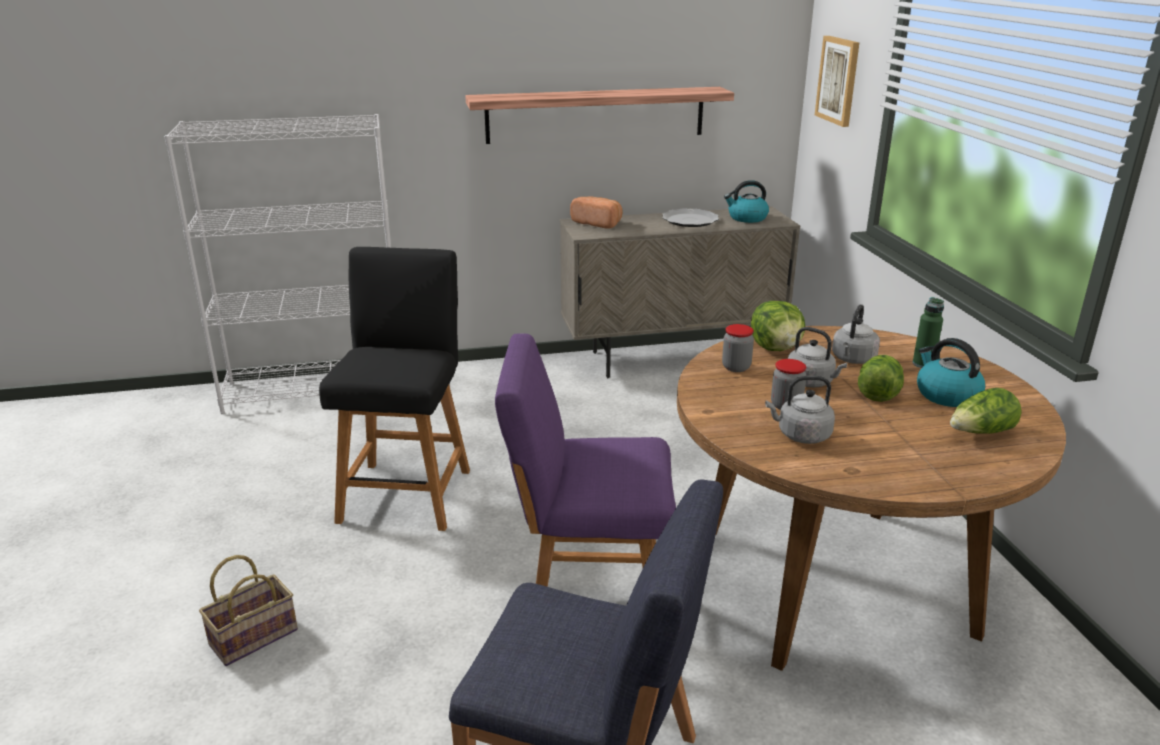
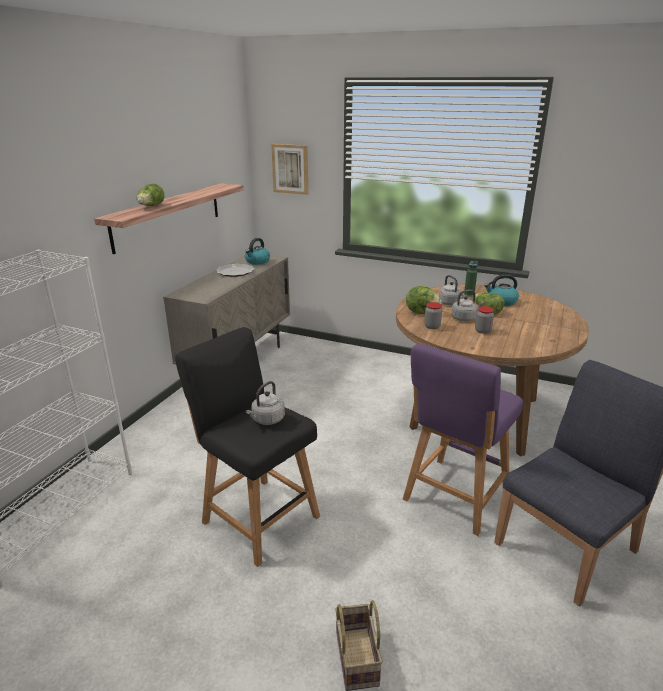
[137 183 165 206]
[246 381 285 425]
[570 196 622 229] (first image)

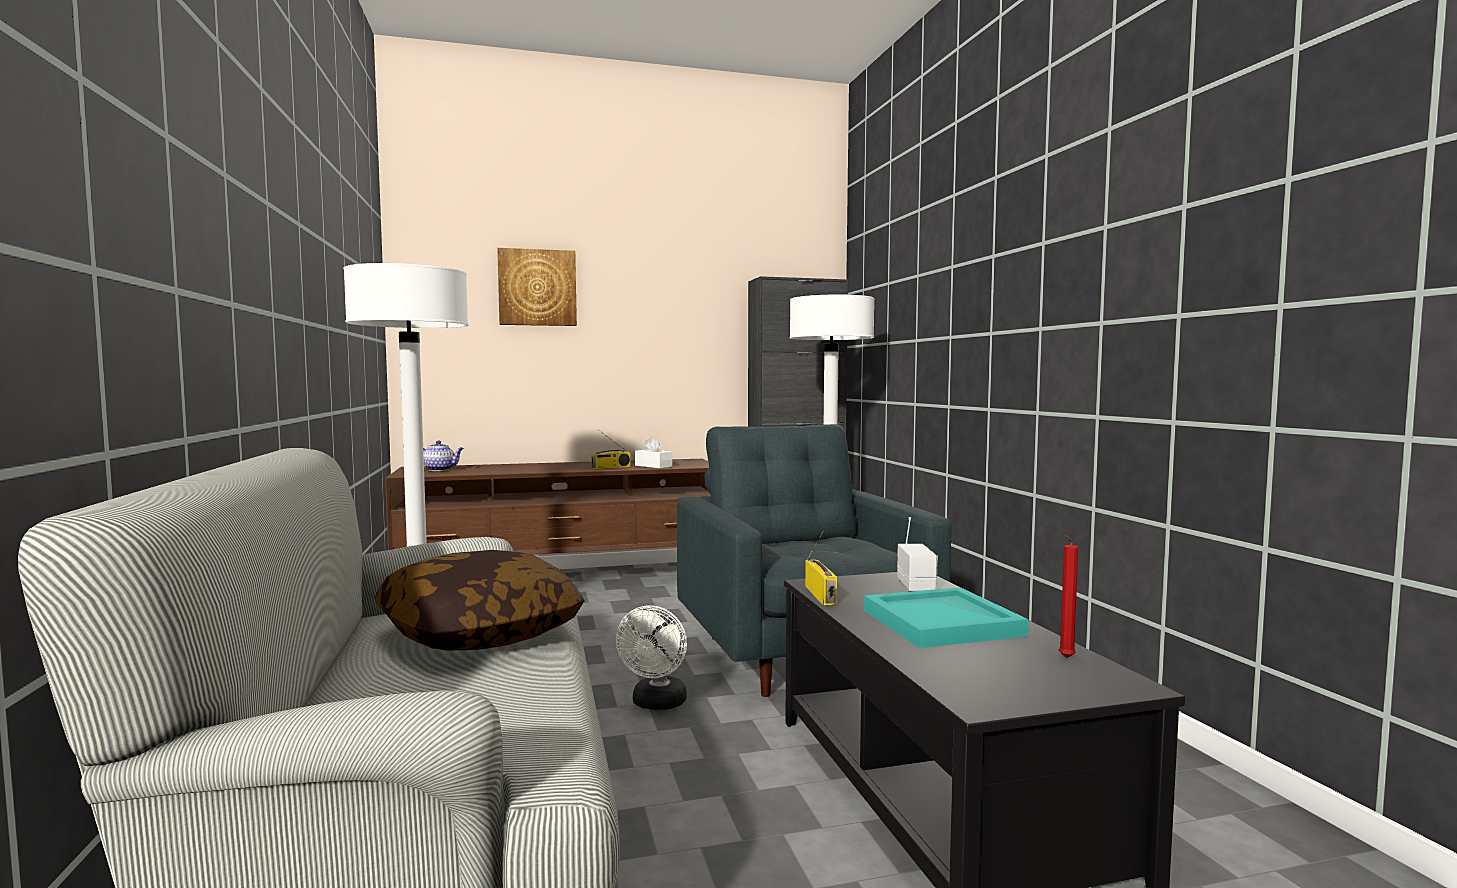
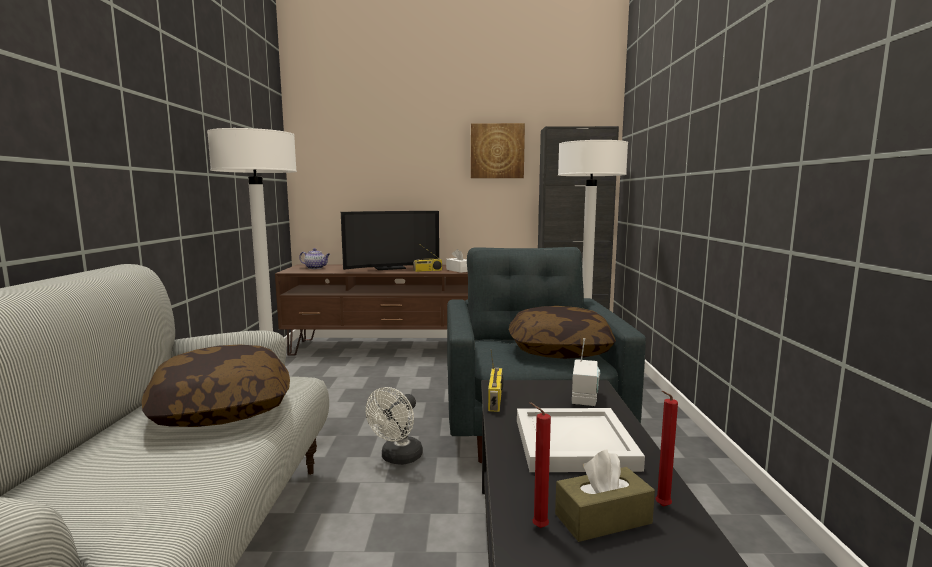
[341 211 439 270]
[471 123 525 178]
[509 306 616 359]
[517 408 645 472]
[530 402 551 528]
[555 449 655 542]

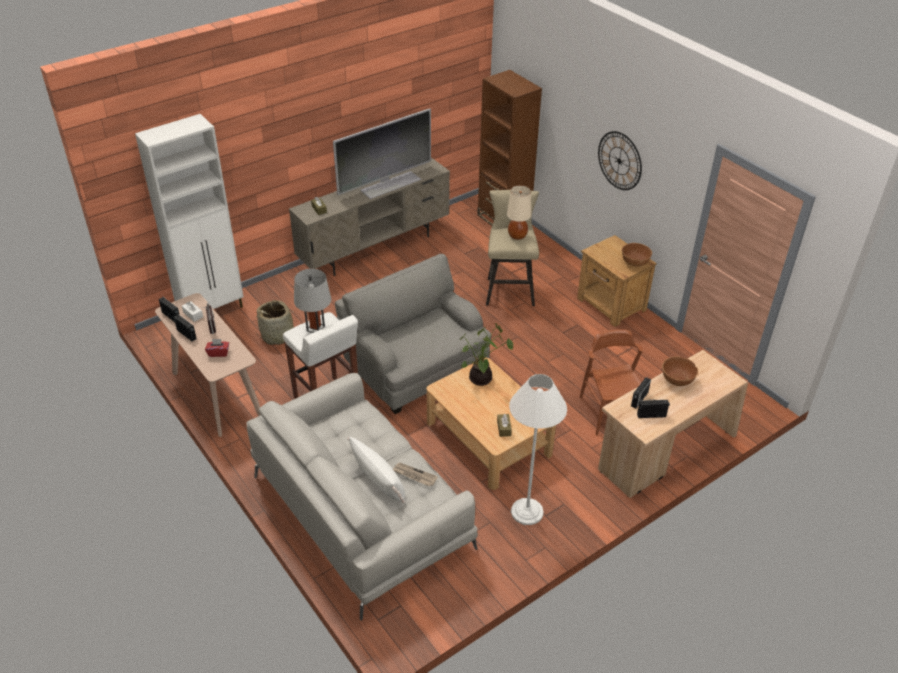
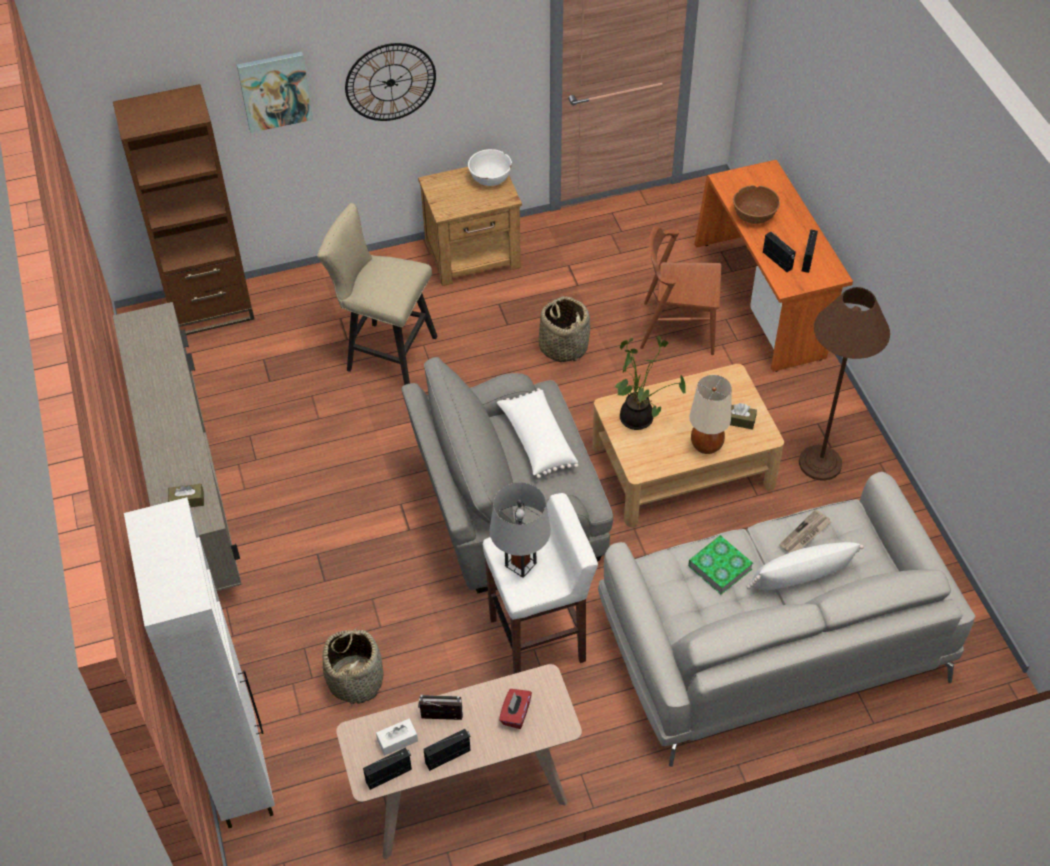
[237 52 313 133]
[468 149 512 186]
[497 388 578 479]
[539 296 590 362]
[688 535 753 595]
[689 375 732 454]
[694 160 853 372]
[799 287 890 481]
[333 108 431 199] (first image)

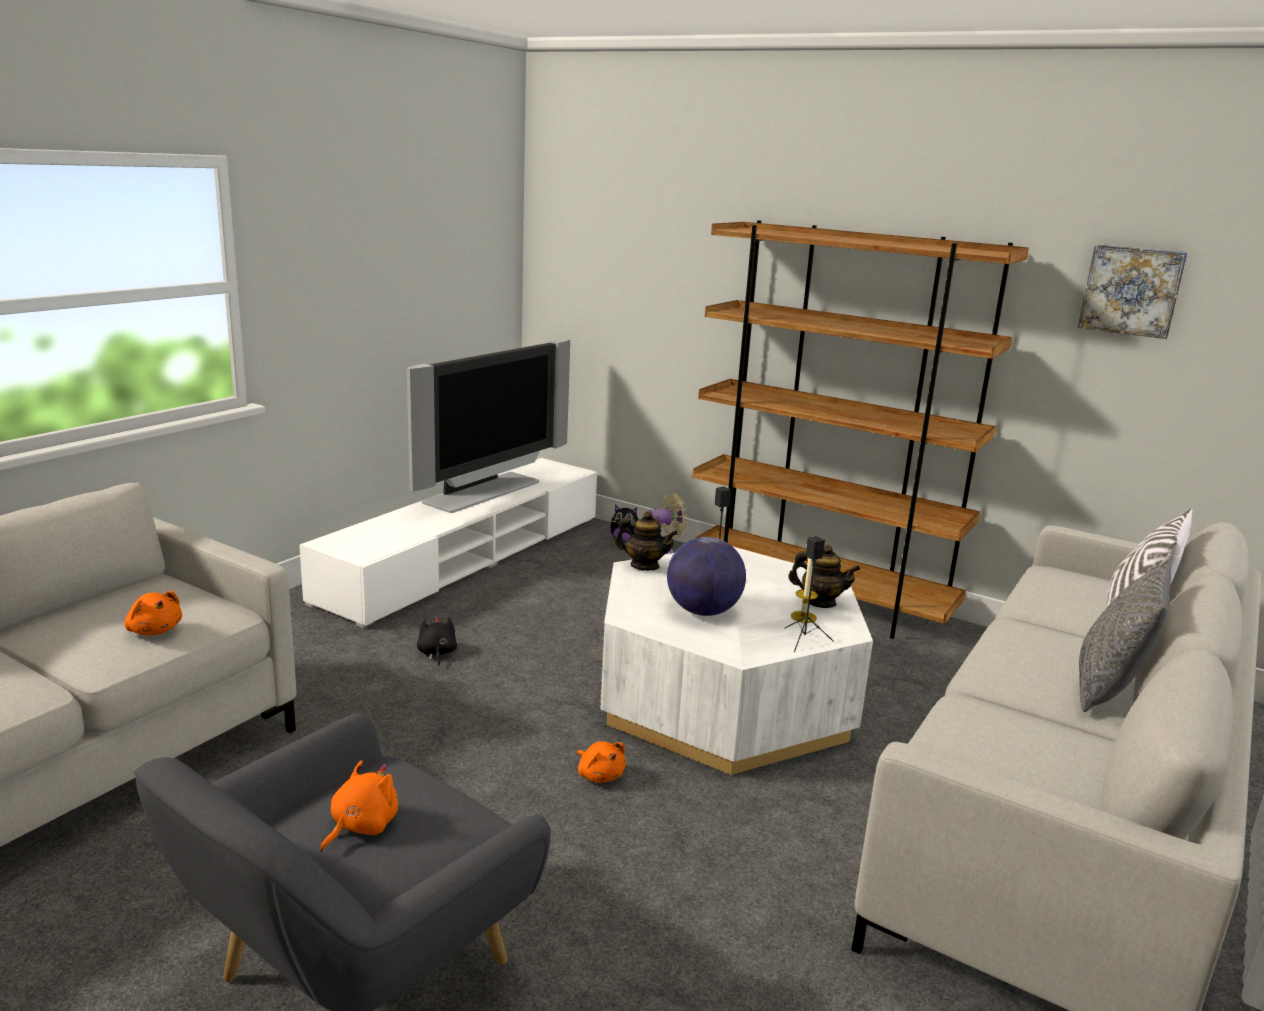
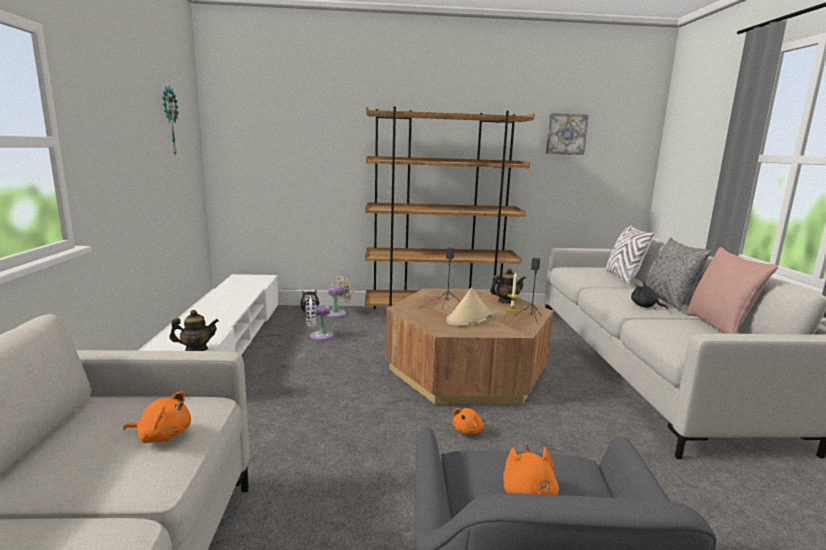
[162 86 179 154]
[169 310 219 351]
[306 295 334 341]
[385 289 554 405]
[446 287 493 327]
[452 408 484 435]
[631 282 668 309]
[686 247 778 334]
[407 339 570 513] (first image)

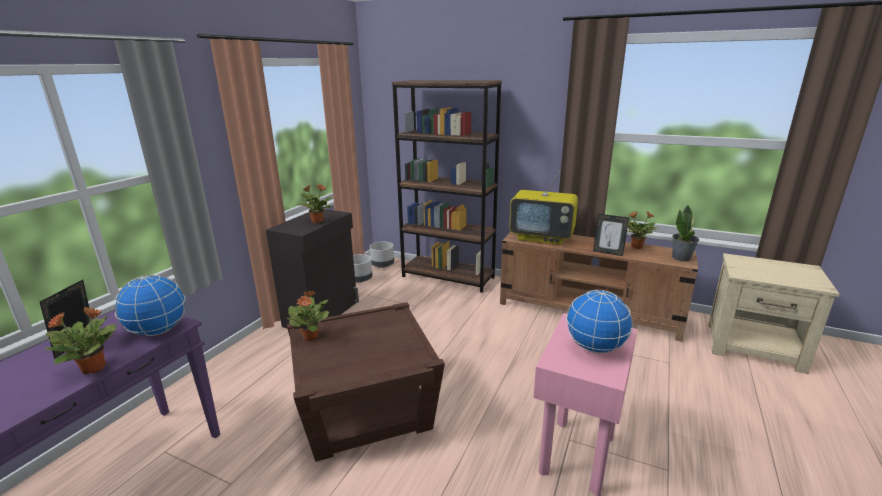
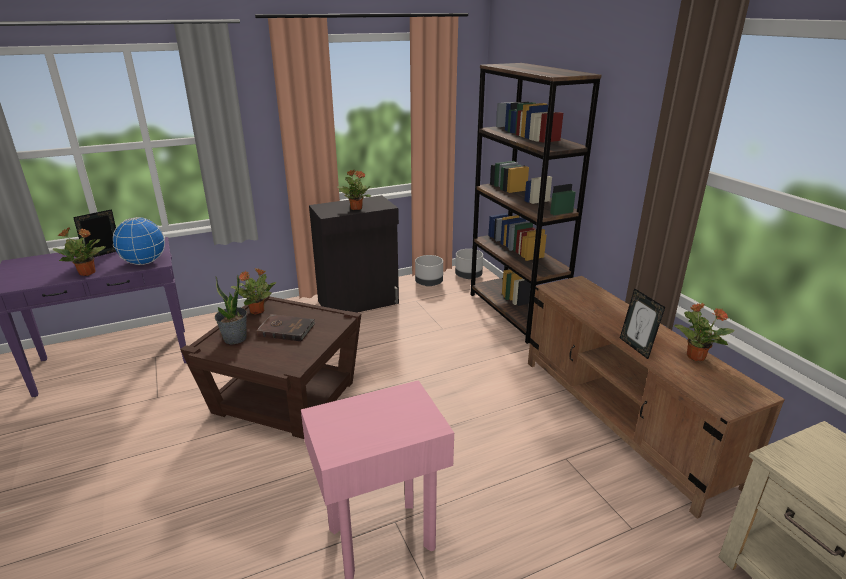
[215 274 247 344]
[256 314 315 342]
[509 167 578 245] (first image)
[566 290 633 353] (first image)

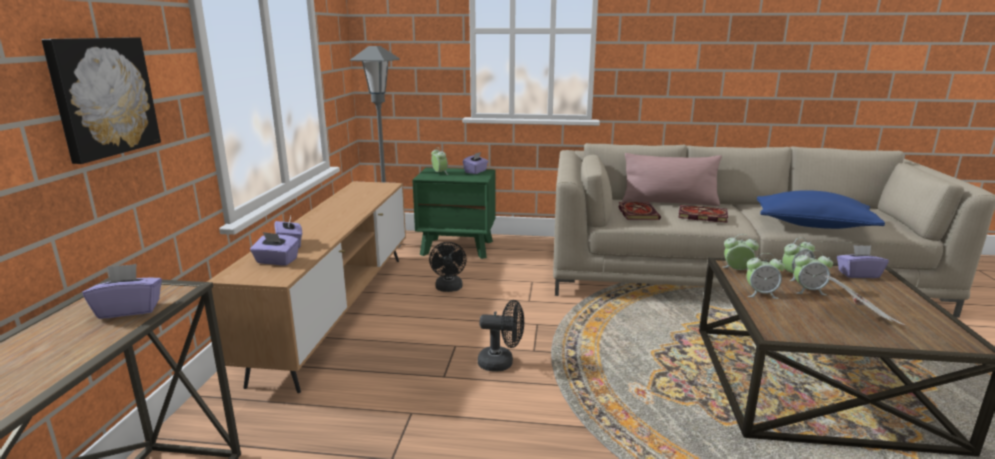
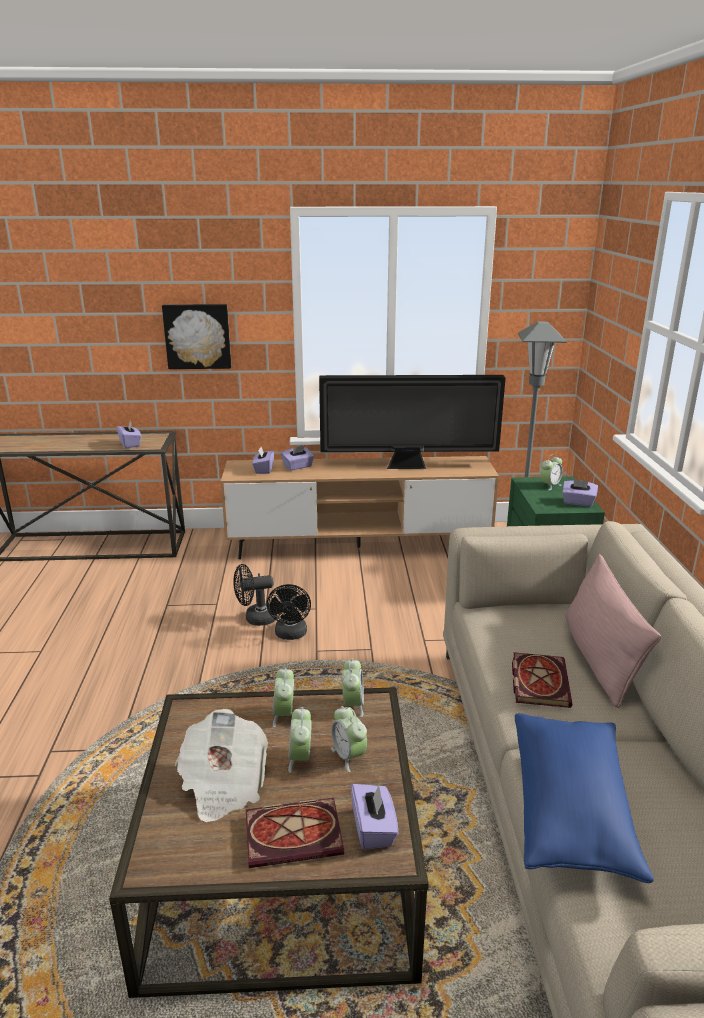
[233 564 276 626]
[246 798 344 868]
[319 375 506 469]

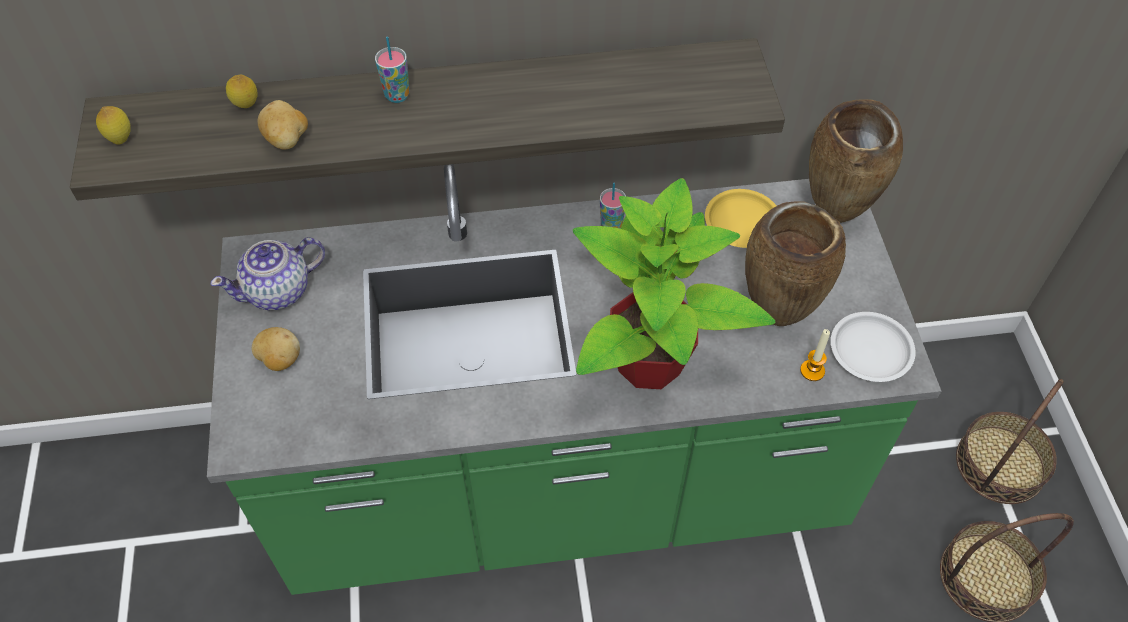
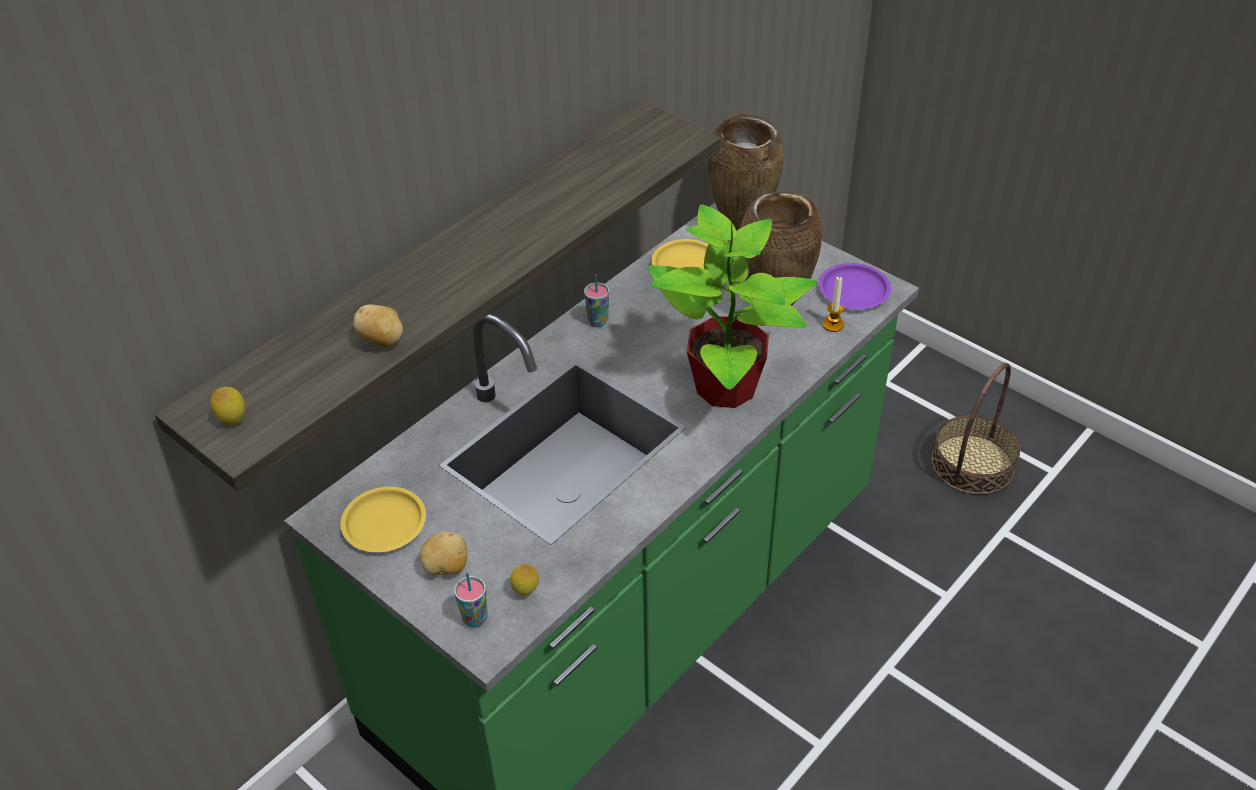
[340 487 426 552]
[454 572 488 628]
[510 564 539 595]
[819 263 891 309]
[956 379 1064 504] (first image)

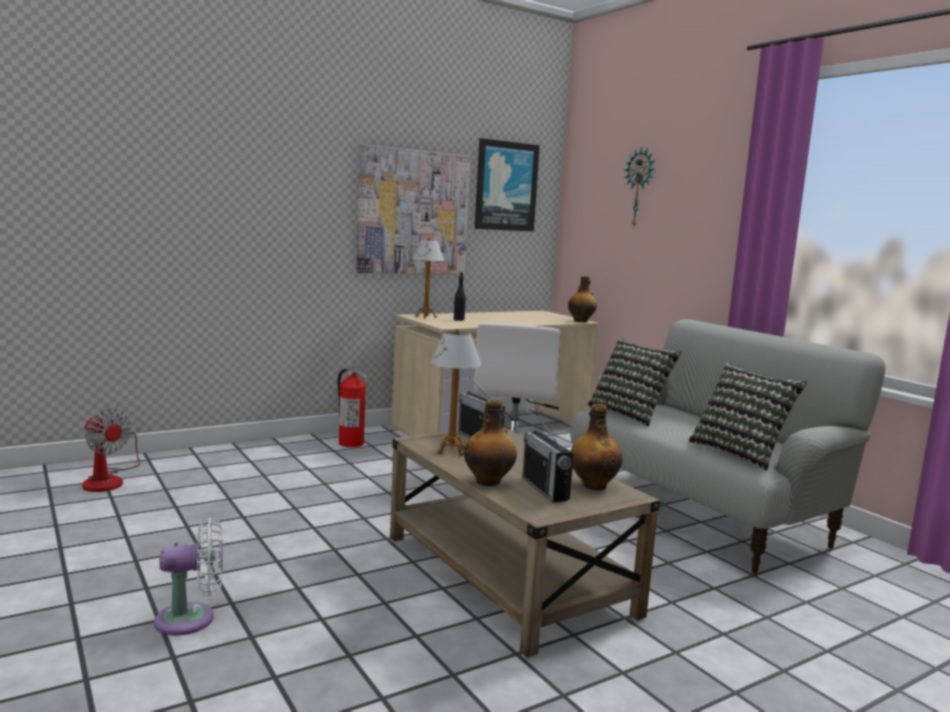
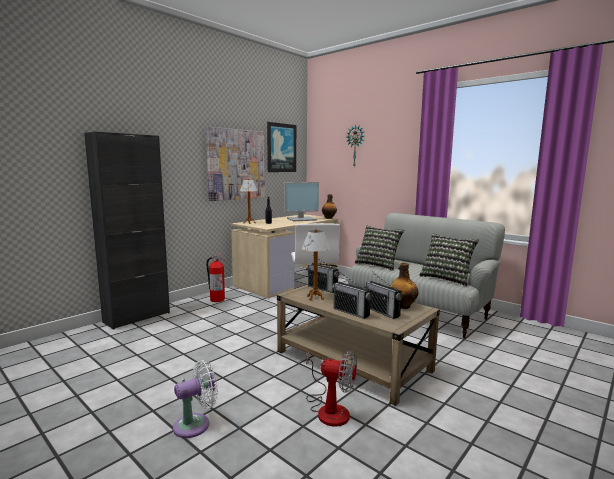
[84 131 170 330]
[284 182 319 222]
[306 350 357 427]
[332 272 372 319]

